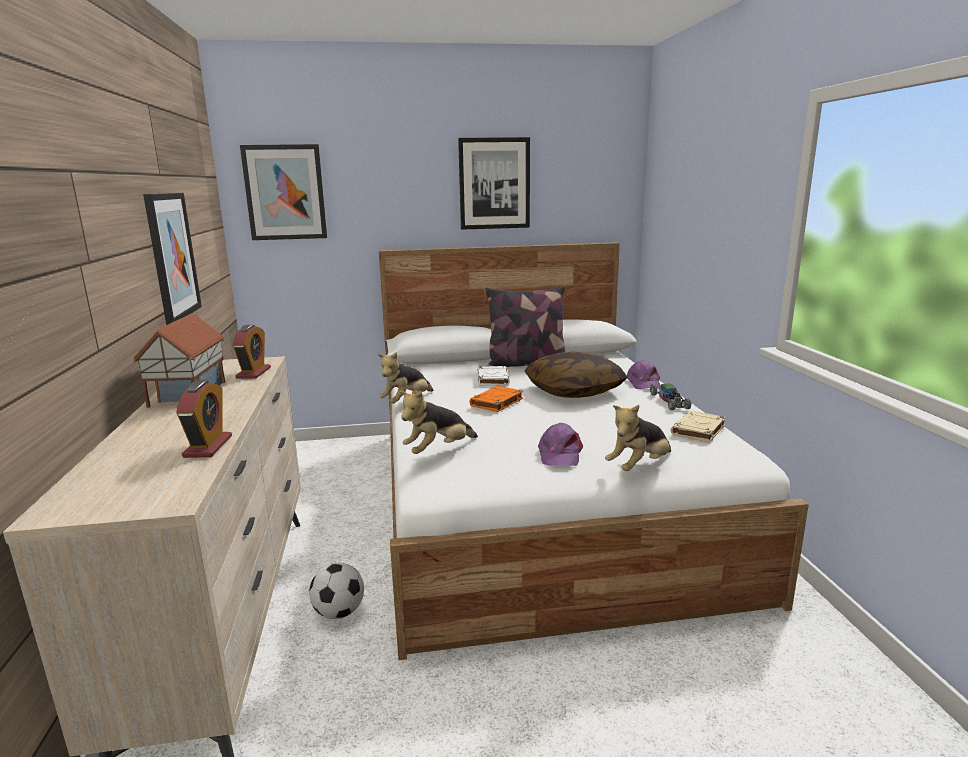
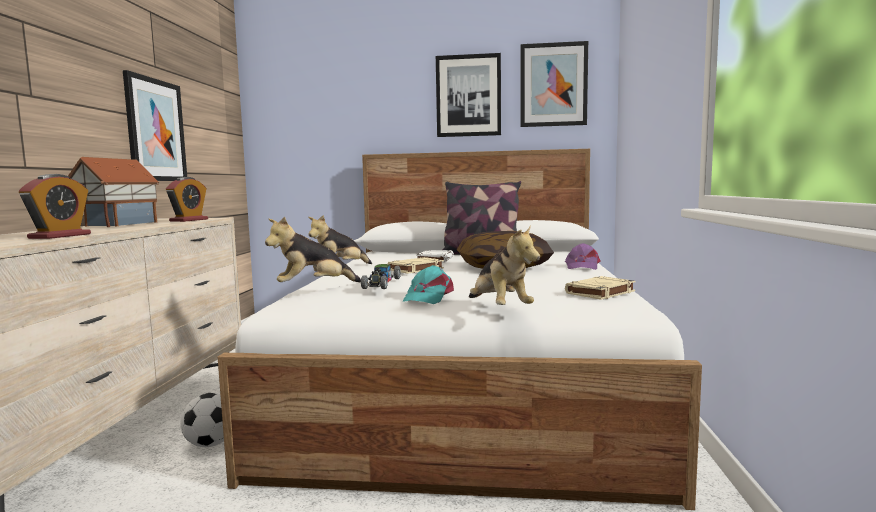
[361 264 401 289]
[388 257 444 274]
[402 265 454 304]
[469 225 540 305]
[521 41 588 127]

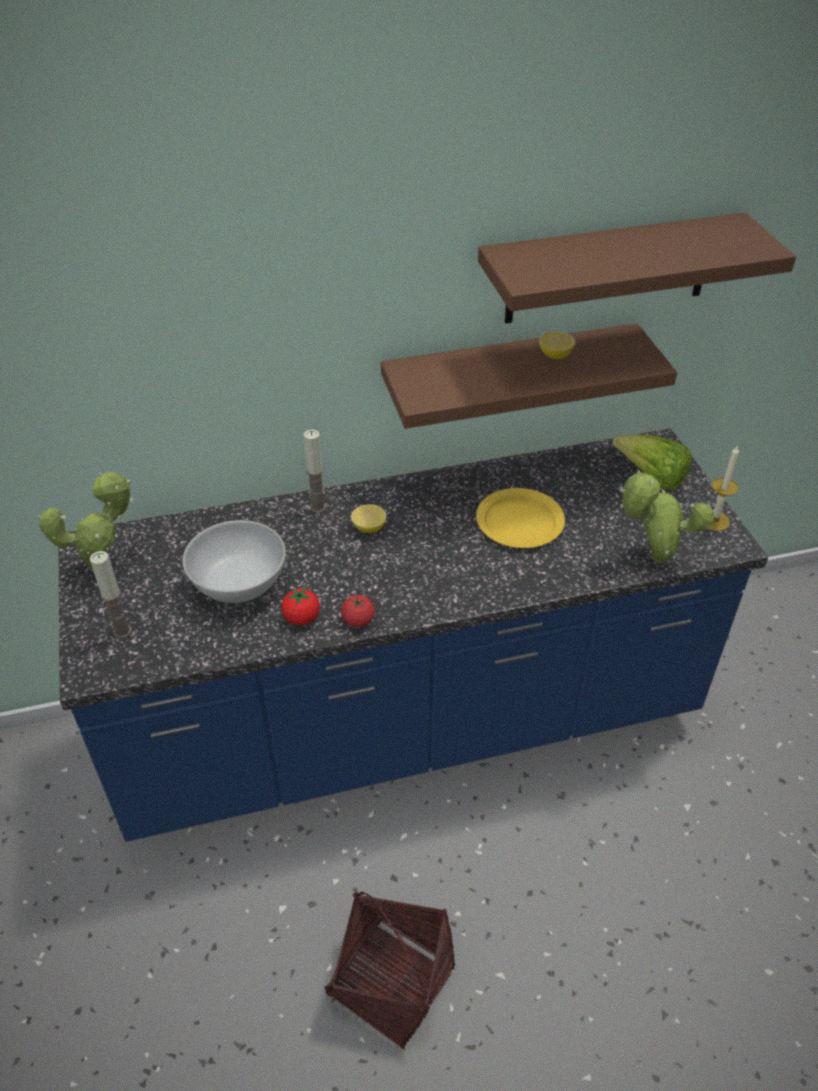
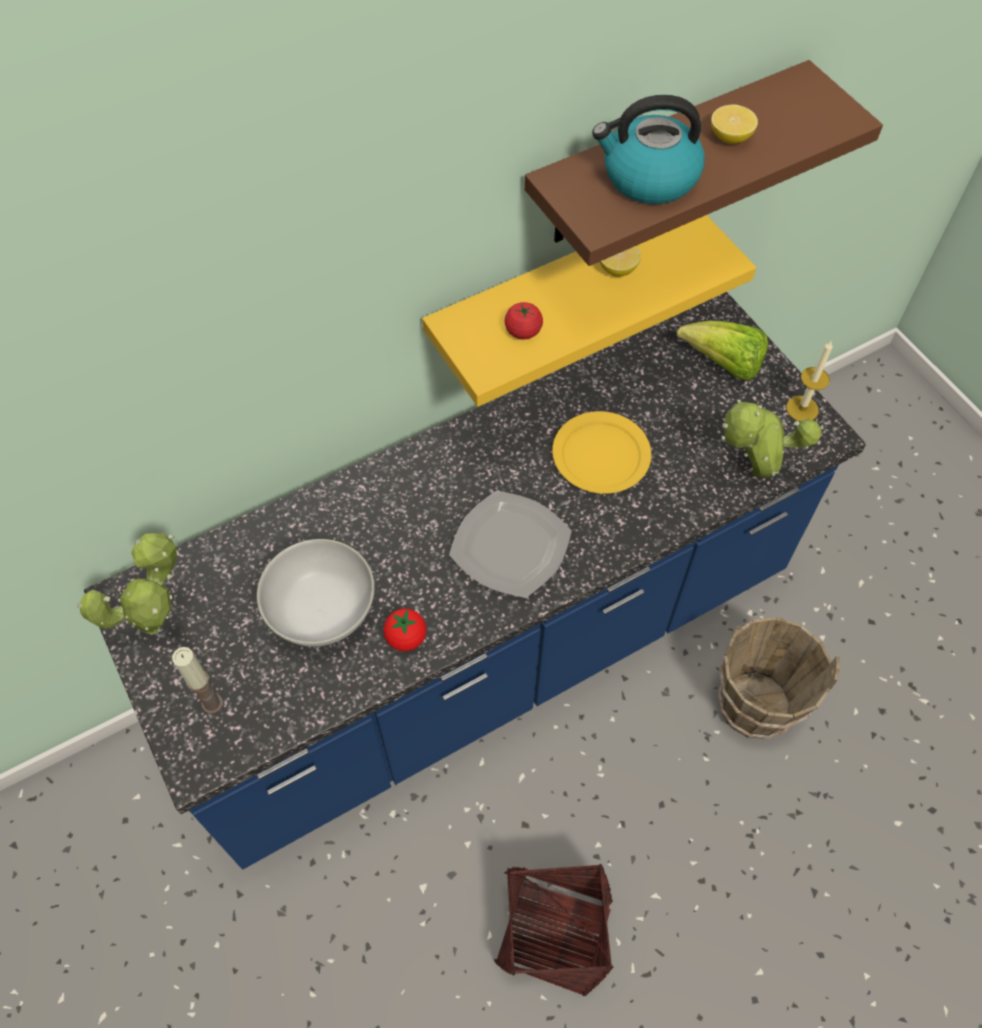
[422 215 756 407]
[449 490 572 598]
[505 302 543 340]
[592 95 705 204]
[711 104 758 144]
[718 617 840 739]
[304 429 326 513] (first image)

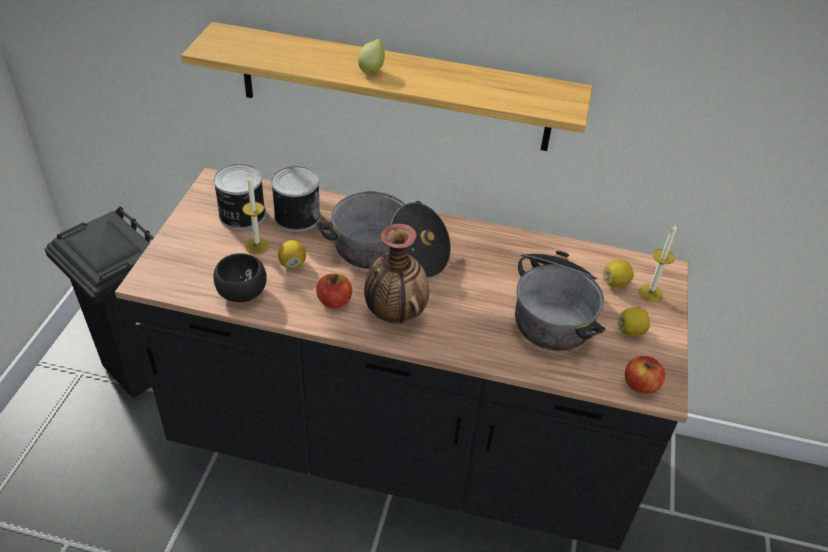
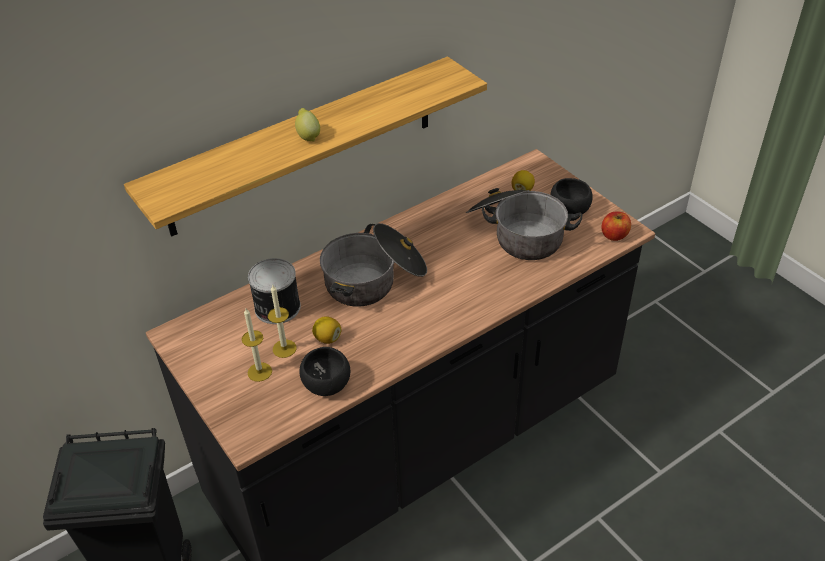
[242 308 272 382]
[550 178 593 214]
[213 163 266 230] (first image)
[316 274 352 309] (first image)
[364 224 429 324] (first image)

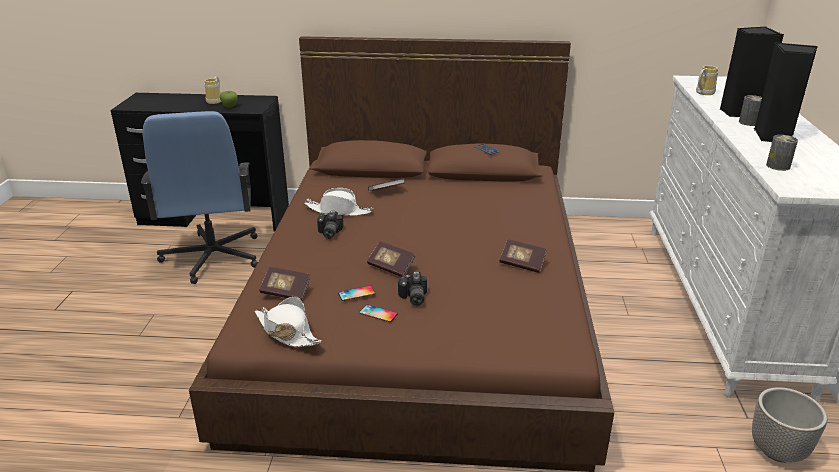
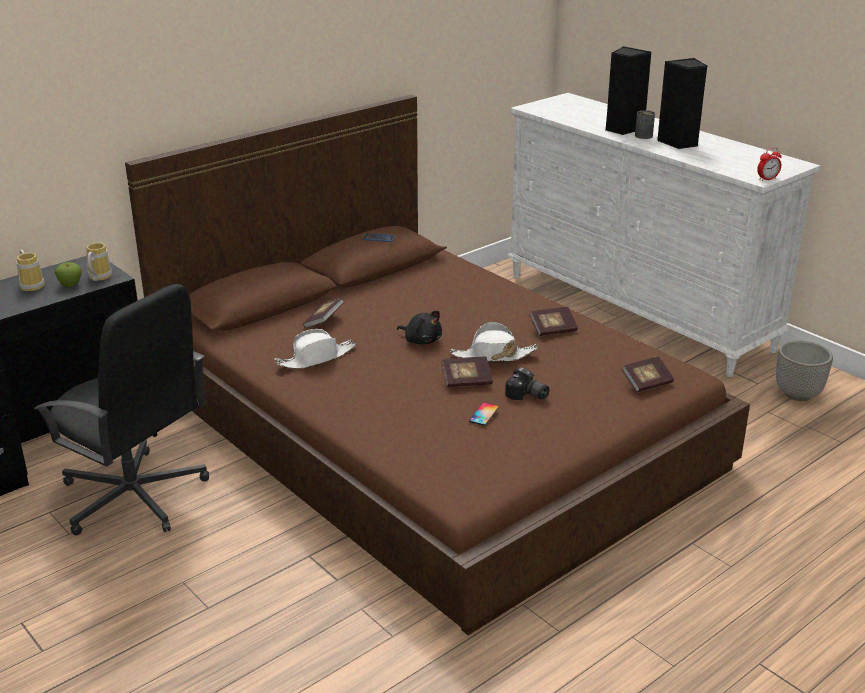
[34 284 209 535]
[86 243 112 281]
[397 311 442 345]
[450 322 538 361]
[622 356 674 392]
[757 147 782 181]
[317 211 343 239] (first image)
[359 305 398 322] (first image)
[766 135 798 171] (first image)

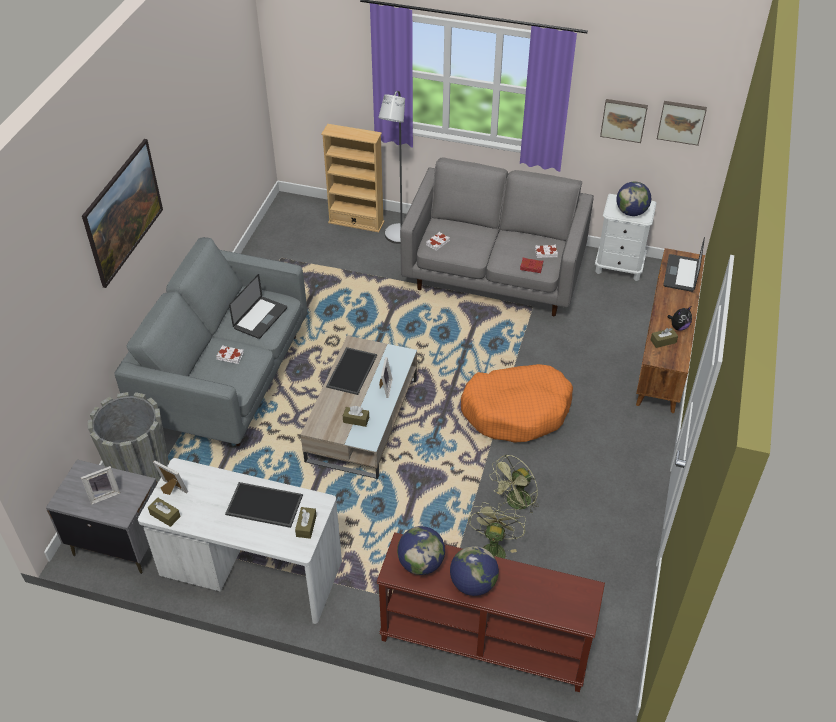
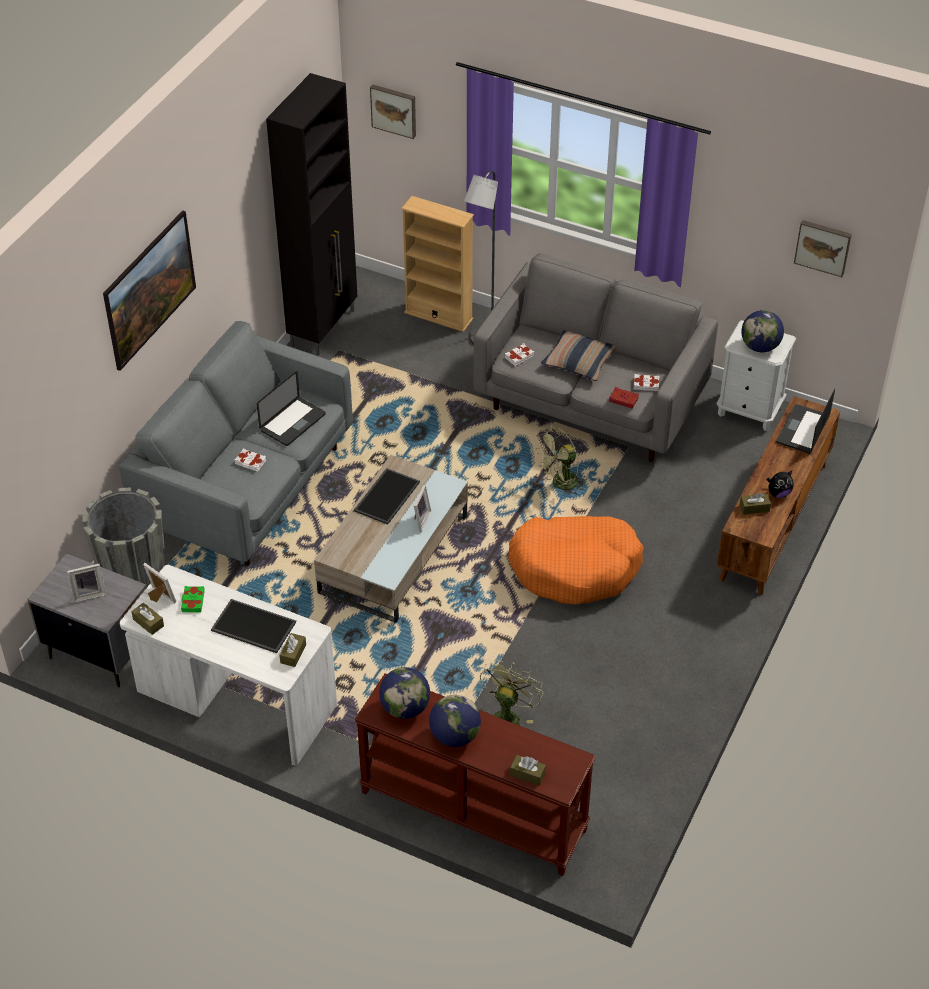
[181 586 205 613]
[266 73 357 356]
[370 85 416 139]
[510 755 546 786]
[535 427 587 494]
[541 331 617 381]

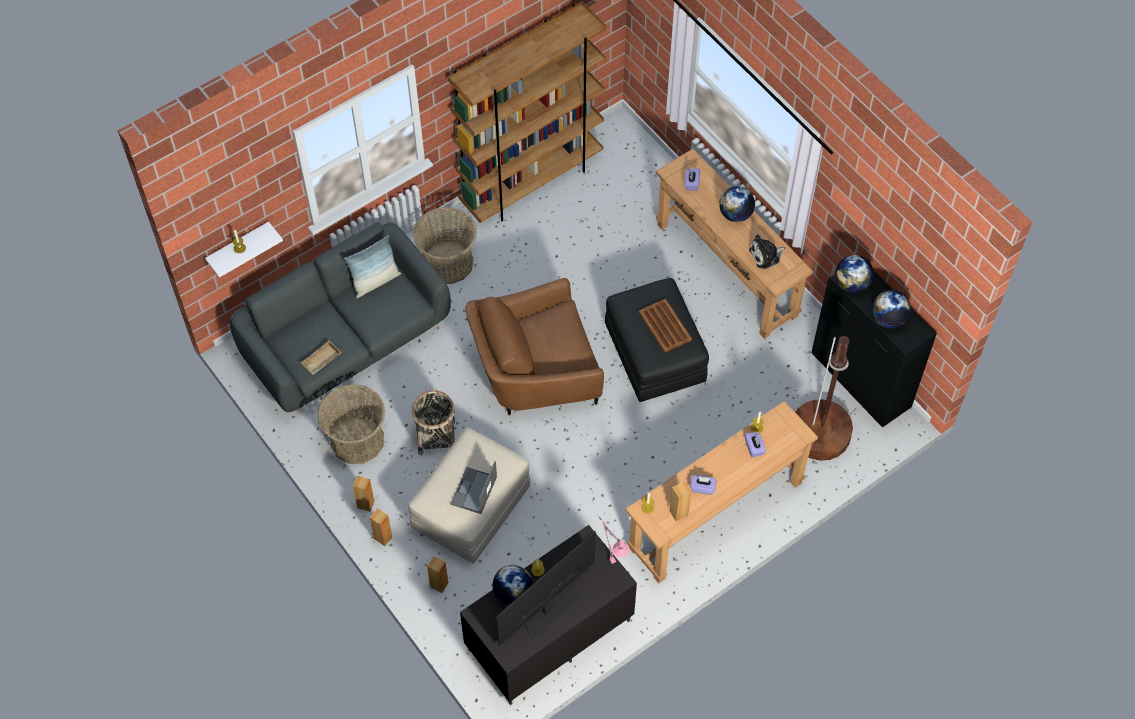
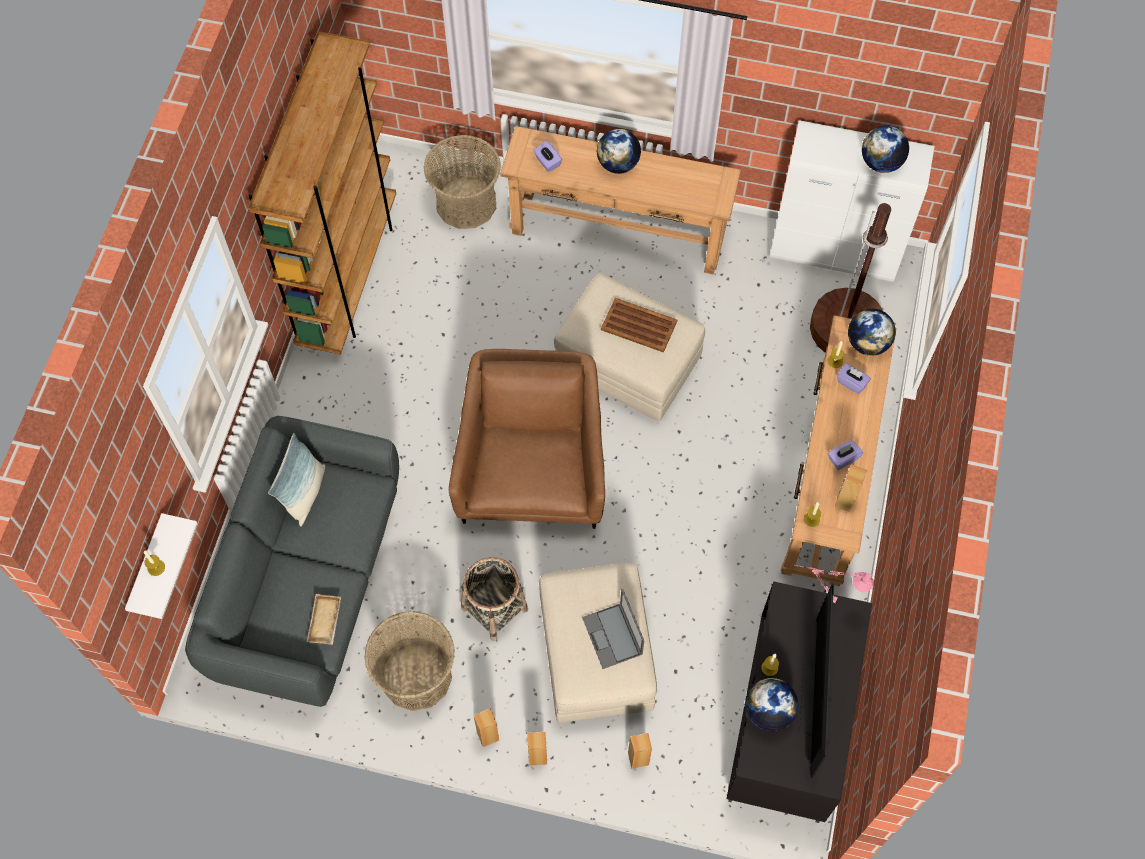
[424 135 501 229]
[449 349 605 529]
[554 273 705 422]
[770 120 934 282]
[848 309 896 356]
[749 234 785 269] (first image)

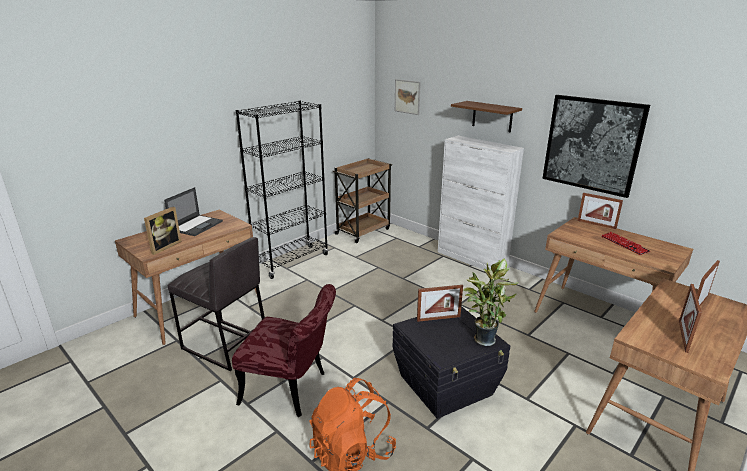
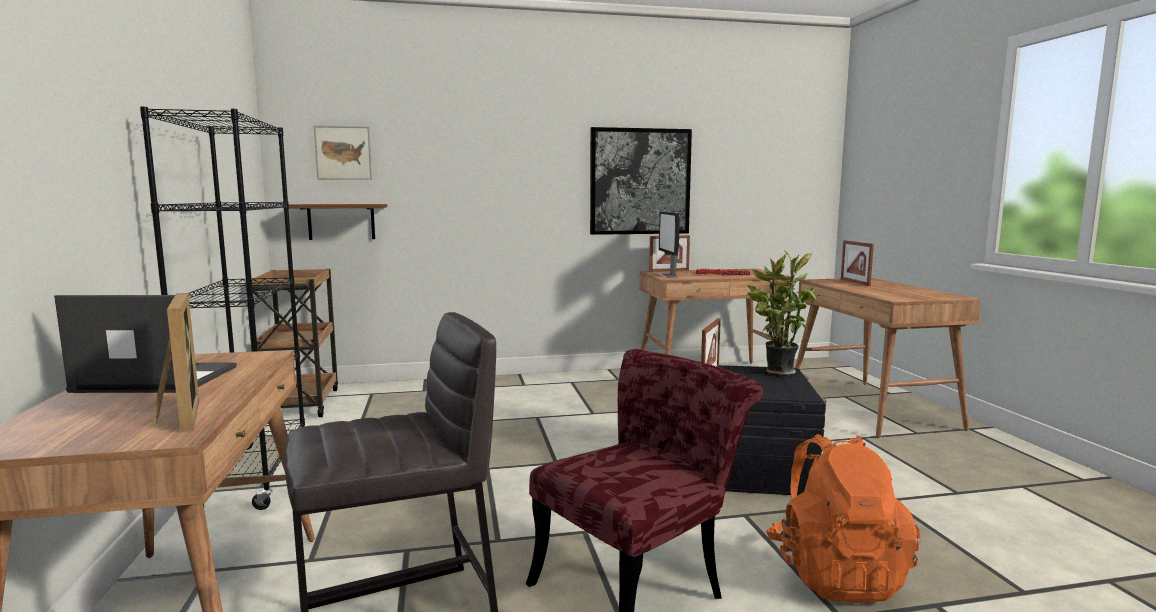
[54 295 237 393]
[289 204 387 240]
[659 212 680 278]
[438 136 524 272] (first image)
[679 284 702 353] (first image)

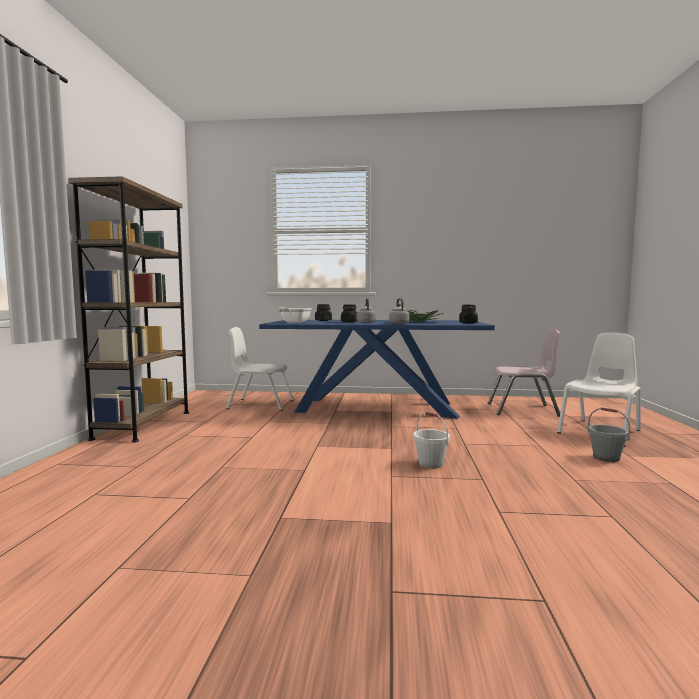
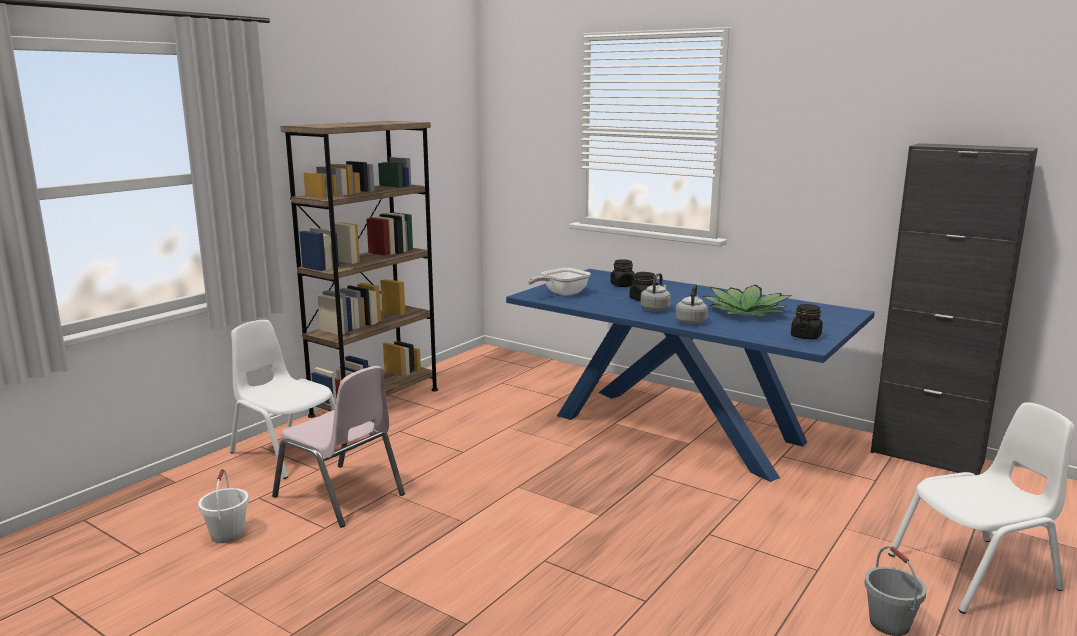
[198 469 249 543]
[230 320 348 479]
[272 366 405 528]
[870 143 1038 475]

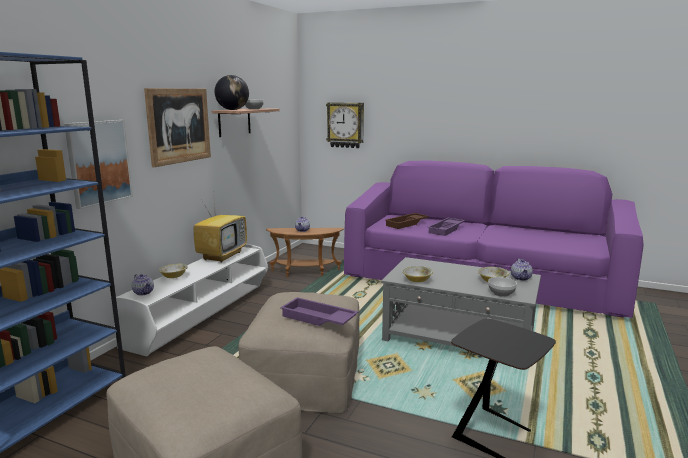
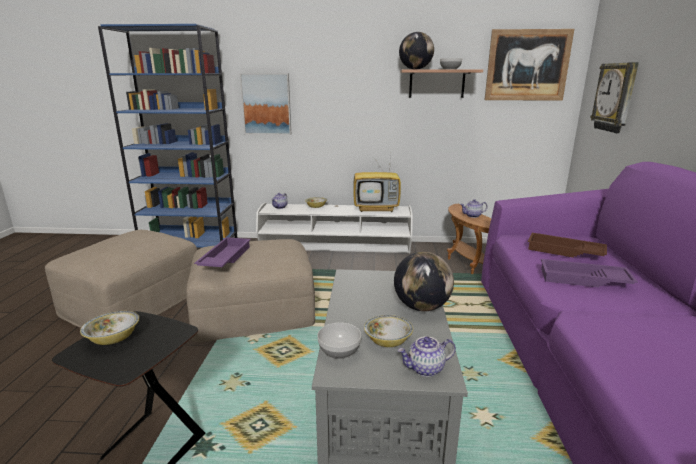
[80 311 139 345]
[394 252 454 311]
[485 29 574 101]

